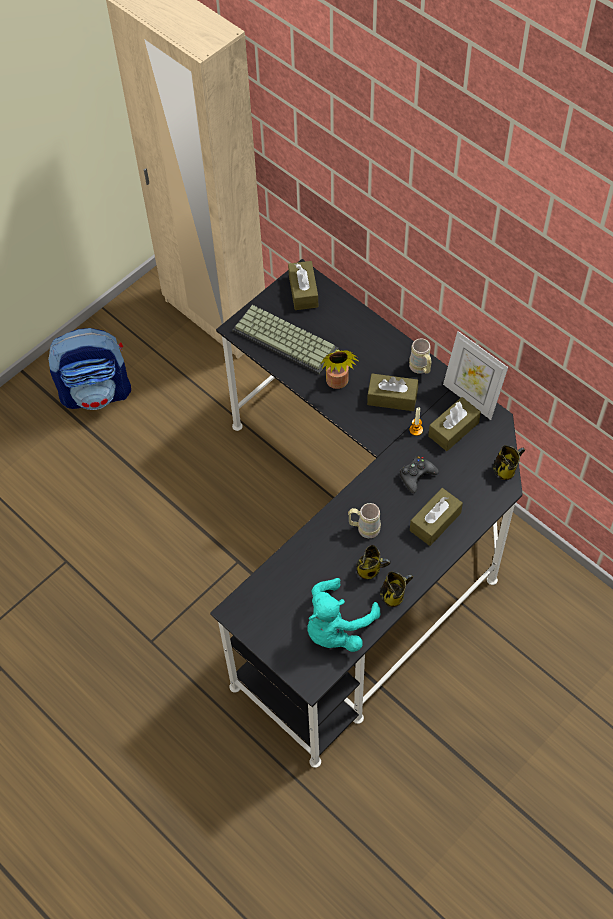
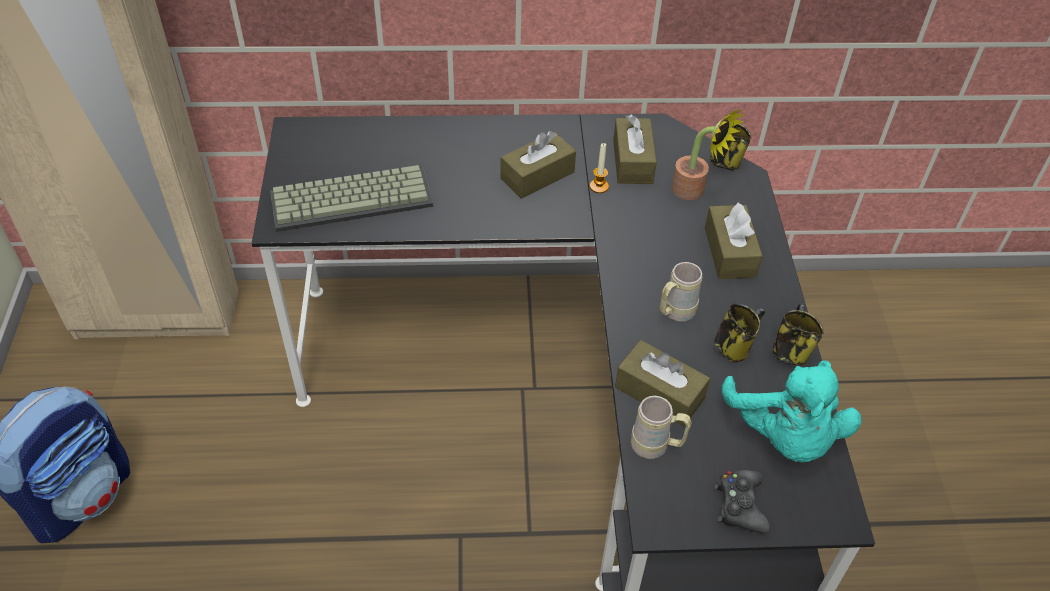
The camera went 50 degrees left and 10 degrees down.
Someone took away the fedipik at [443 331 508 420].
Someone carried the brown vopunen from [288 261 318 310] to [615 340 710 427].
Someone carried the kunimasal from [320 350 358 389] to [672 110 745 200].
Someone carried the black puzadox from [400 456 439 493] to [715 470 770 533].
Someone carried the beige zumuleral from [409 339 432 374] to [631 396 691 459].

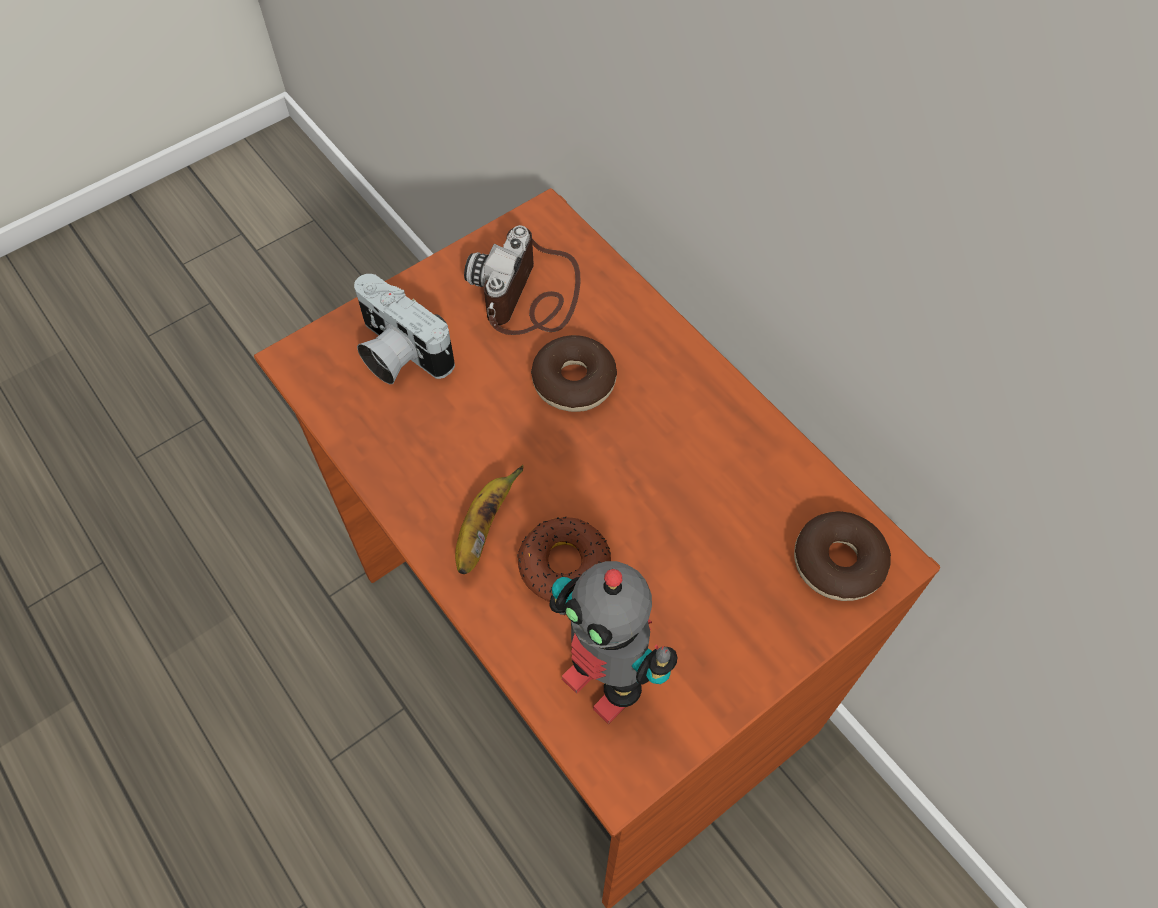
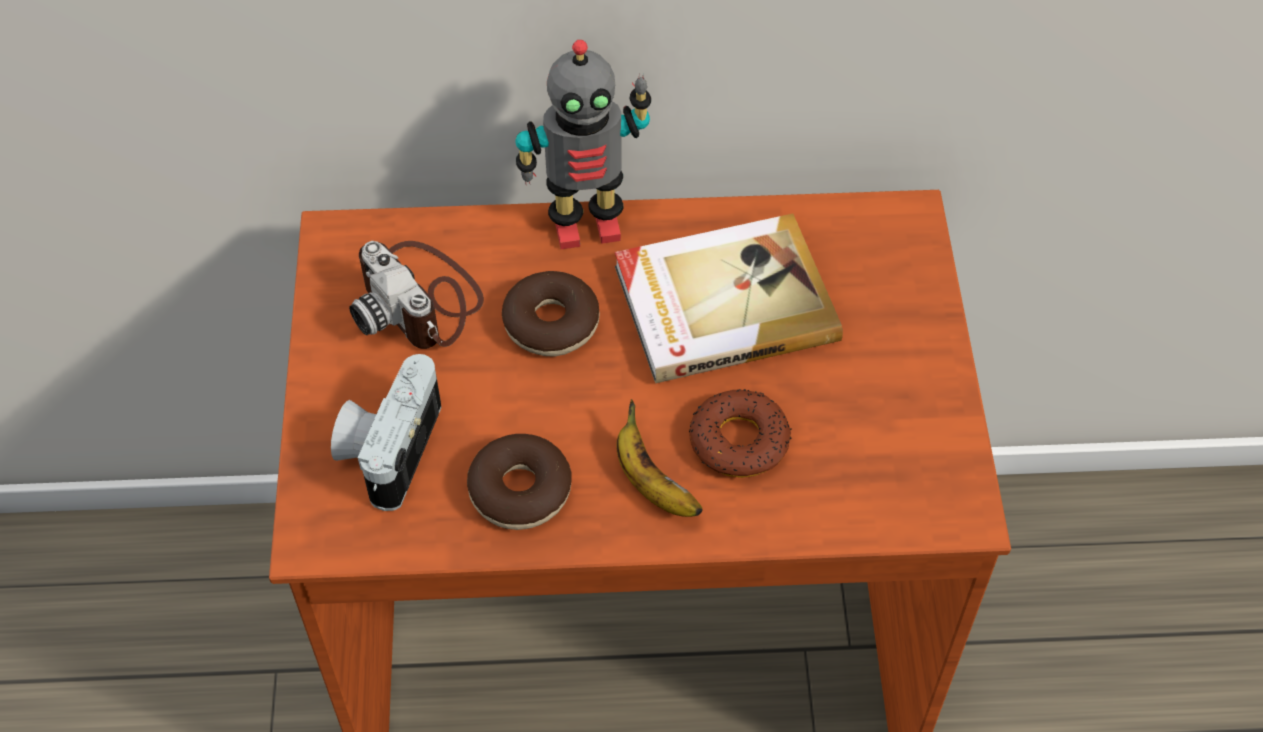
The camera went 55 degrees left and 5 degrees down.
Someone put down the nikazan at [615 213 843 383].
Someone carried the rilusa from [550 561 677 724] to [516 40 651 249].
Someone carried the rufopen from [794 511 891 601] to [467 434 572 530].
Someone rotated the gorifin at [354 274 455 384] by 120 degrees clockwise.

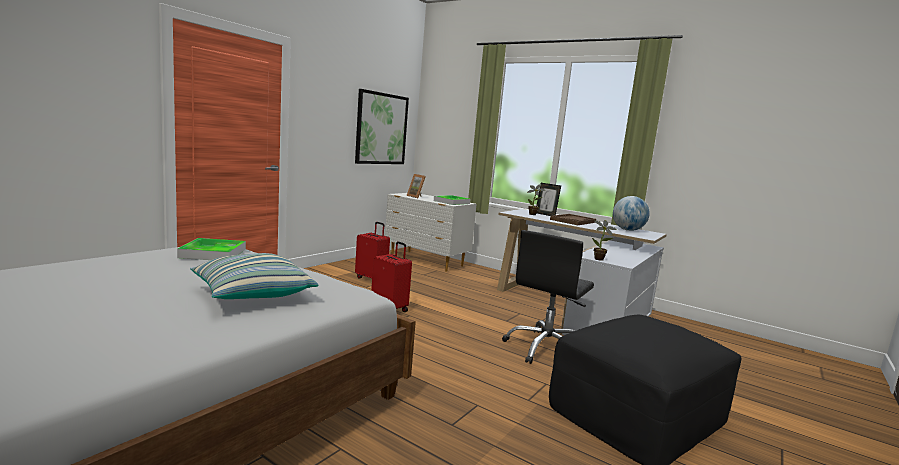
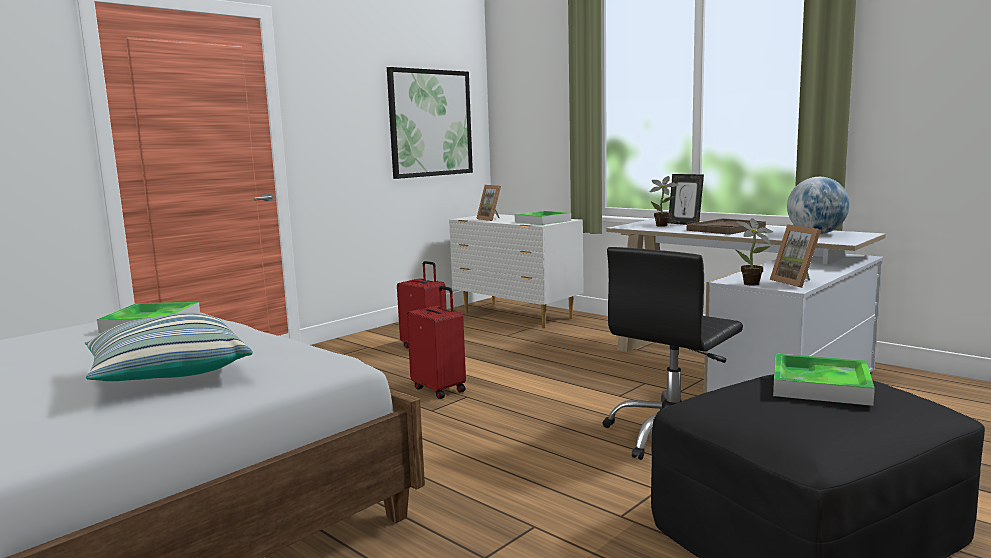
The camera went 10 degrees right and 0 degrees up.
Someone put down the fedipik at [770 224 821 288].
Someone put down the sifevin at [773 354 875 406].

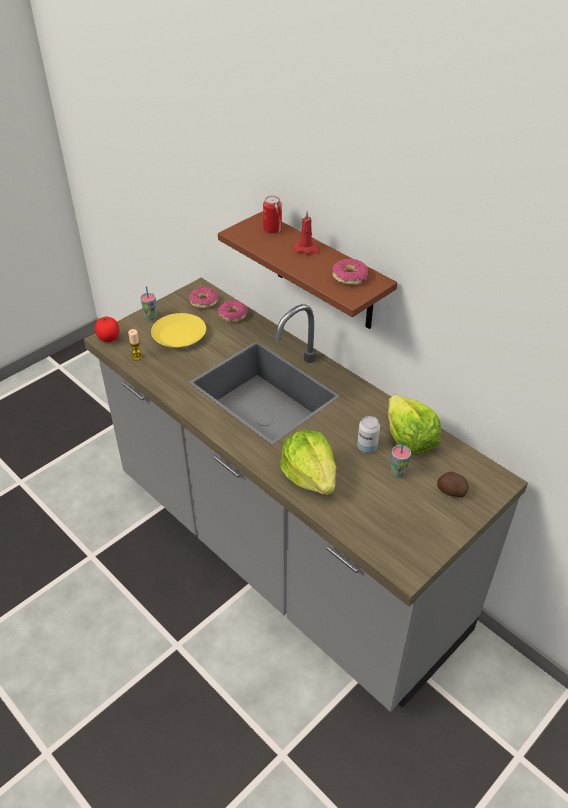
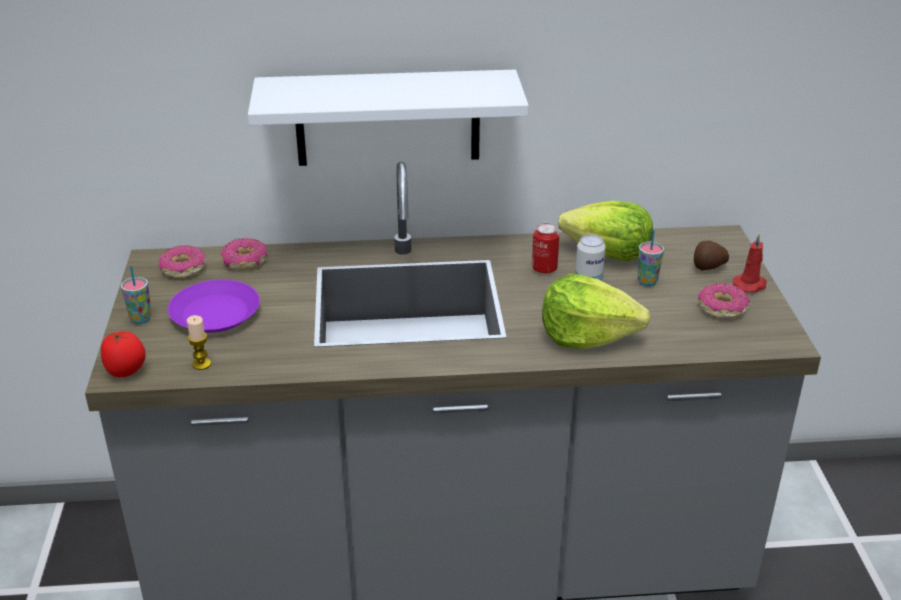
The camera went 50 degrees left and 10 degrees down.
Someone carried the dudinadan from [263 196 282 233] to [532 223 559 274].
Someone carried the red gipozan from [294 211 320 254] to [733 234 767 293].
Someone carried the rufopen from [332 259 368 285] to [698 283 750 318].
Someone repainted the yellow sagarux at [151 313 206 348], which became the purple sagarux at [168 280 260 333].
Someone repainted the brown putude at [218 211 397 329], which became the white putude at [248 70 529 166].

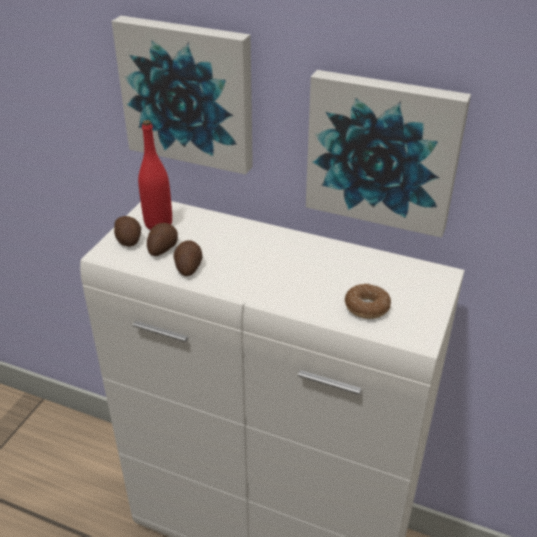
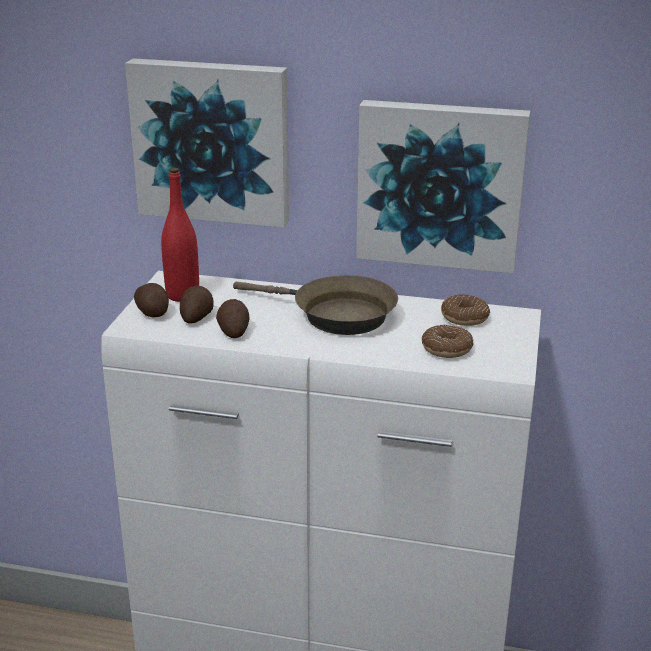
The camera went 10 degrees left and 10 degrees down.
Someone put down the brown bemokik at [233 275 398 335].
Someone put down the rufopen at [441 294 490 326].

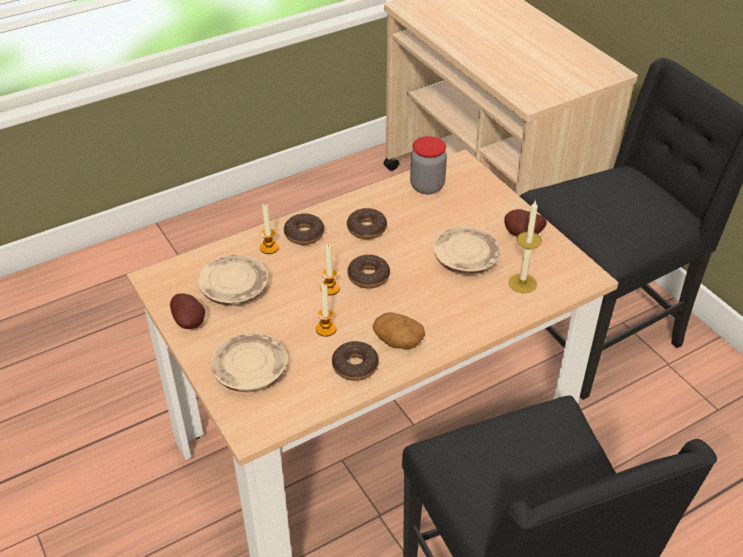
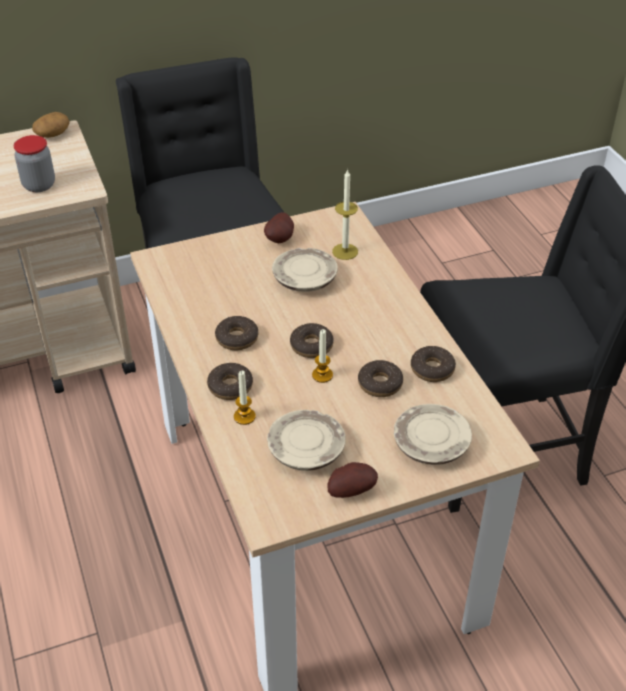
The camera went 80 degrees left and 0 degrees up.
Someone carried the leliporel from [373 312 425 349] to [32 112 70 138].
Someone carried the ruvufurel from [410 136 447 194] to [14 135 55 192].
Someone swapped the gipozan at [316 284 337 337] for the rufopen at [358 360 403 397].

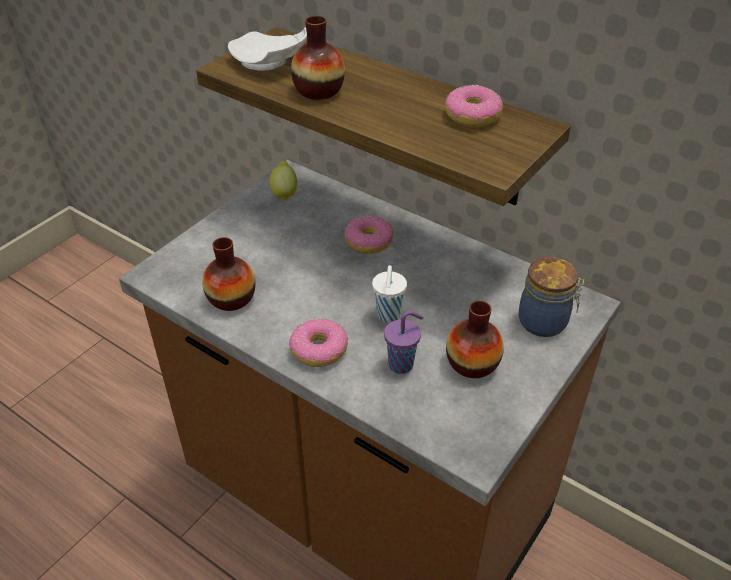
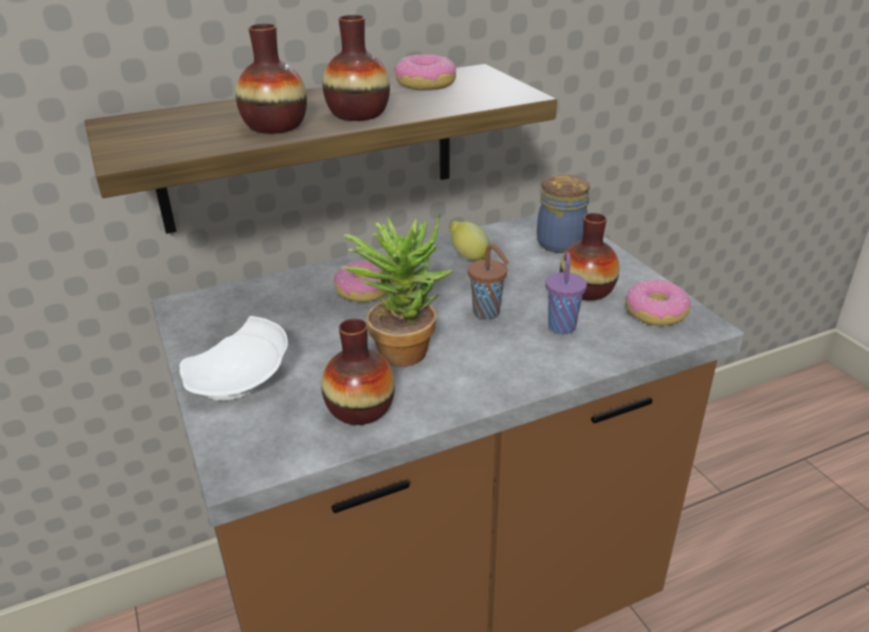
The camera went 60 degrees left and 10 degrees down.
Someone put down the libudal at [323 15 390 121].
Someone put down the kunimasal at [341 213 452 367].
Someone carried the white sagarux from [228 28 307 71] to [180 316 288 401].
Someone carried the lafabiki from [269 161 297 201] to [450 221 490 261].
Someone carried the rufopen from [289 319 348 367] to [626 279 691 326].
Someone repainted the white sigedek at [372 265 407 323], which became the brown sigedek at [468 244 509 320].

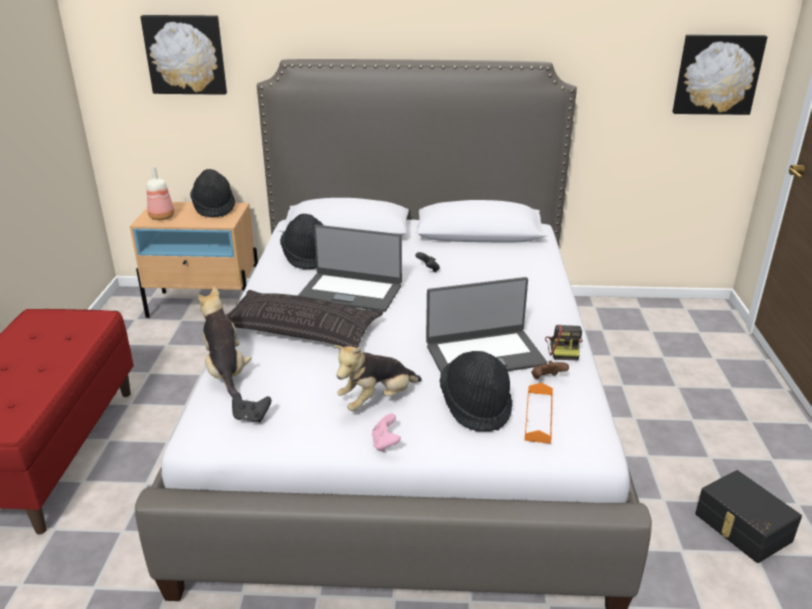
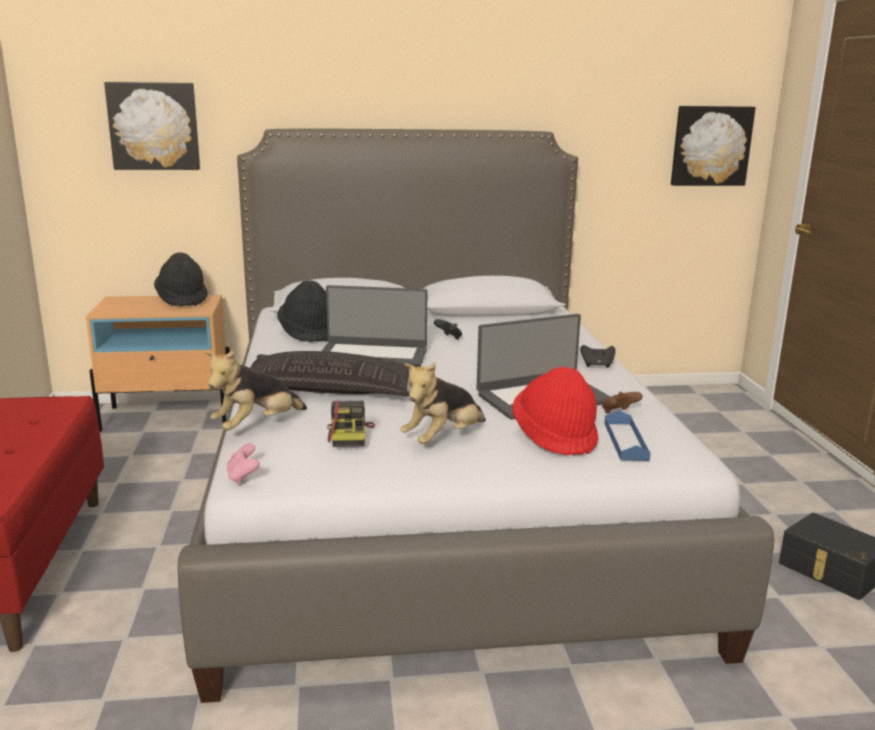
The camera went 10 degrees left and 10 degrees down.
Someone took away the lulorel at [147 166 175 220].
Someone carried the black puzadox from [232 392 271 423] to [580 345 616 368].
Someone carried the pink puzadox from [372 414 401 452] to [227 443 260 484].
Someone carried the gorifin from [545 325 582 361] to [327 401 375 447].
Someone repainted the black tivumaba at [440 351 512 432], which became the red tivumaba at [512 367 598 455].
Someone repainted the orange sifevin at [524 383 553 444], which became the blue sifevin at [604 410 651 461].
Someone rotated the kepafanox at [197 287 252 398] by 105 degrees counterclockwise.

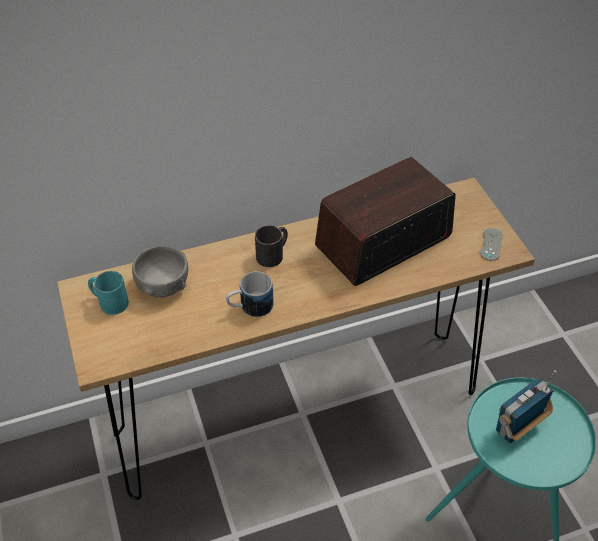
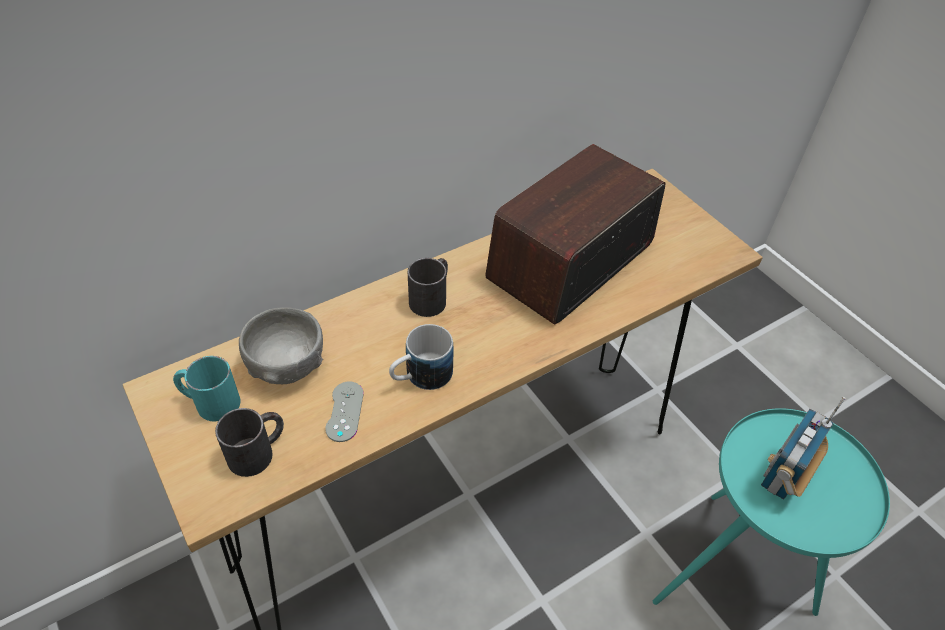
The camera went 15 degrees left and 0 degrees up.
Someone put down the black zumuleral at [215 408 284 477].
Someone carried the grey puzadox from [480 228 503 261] to [325 381 364 442].

